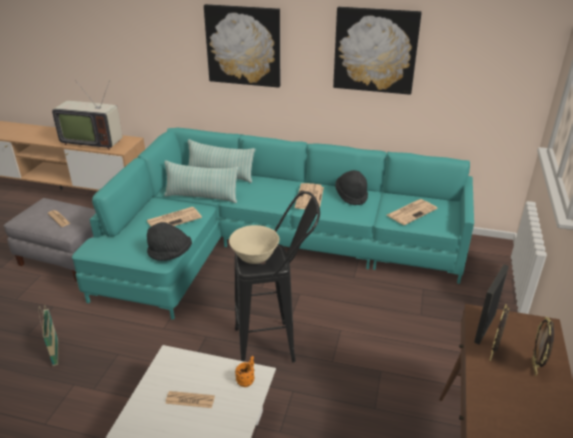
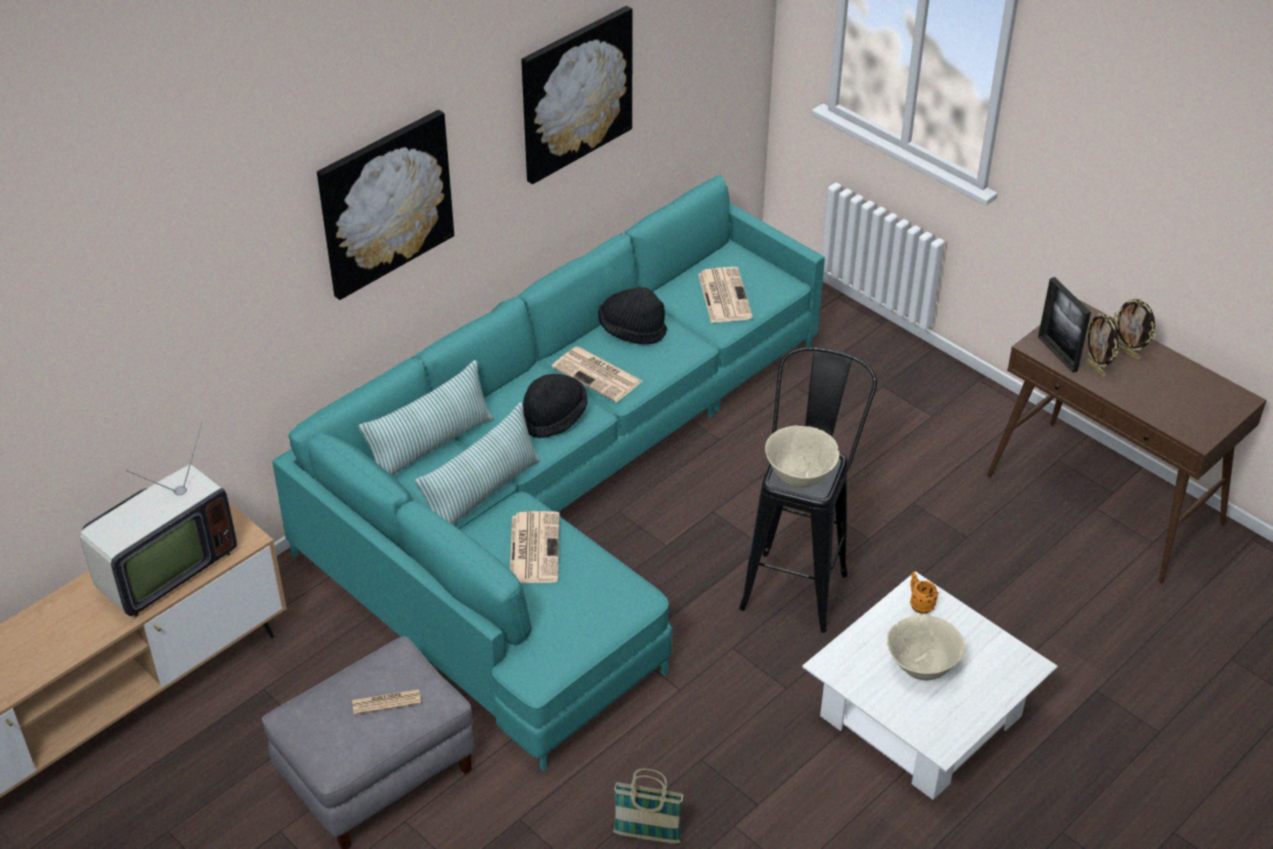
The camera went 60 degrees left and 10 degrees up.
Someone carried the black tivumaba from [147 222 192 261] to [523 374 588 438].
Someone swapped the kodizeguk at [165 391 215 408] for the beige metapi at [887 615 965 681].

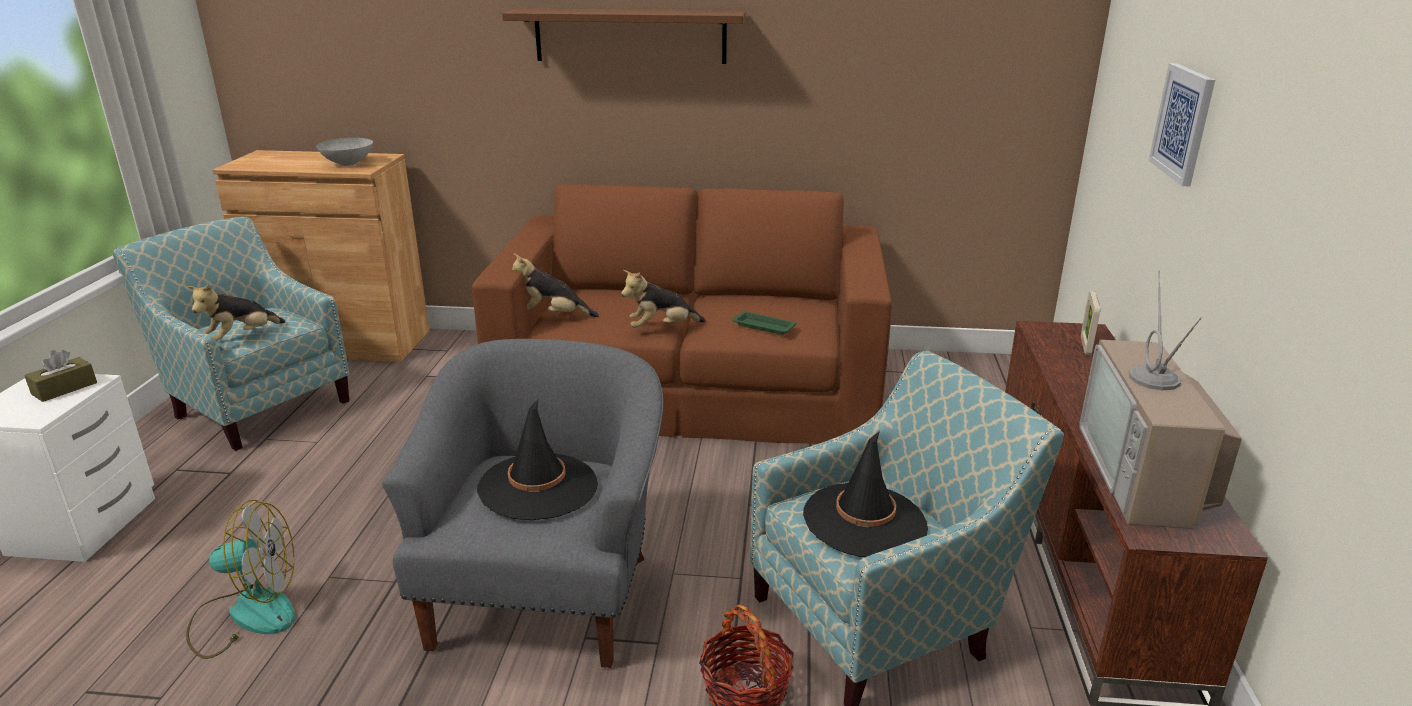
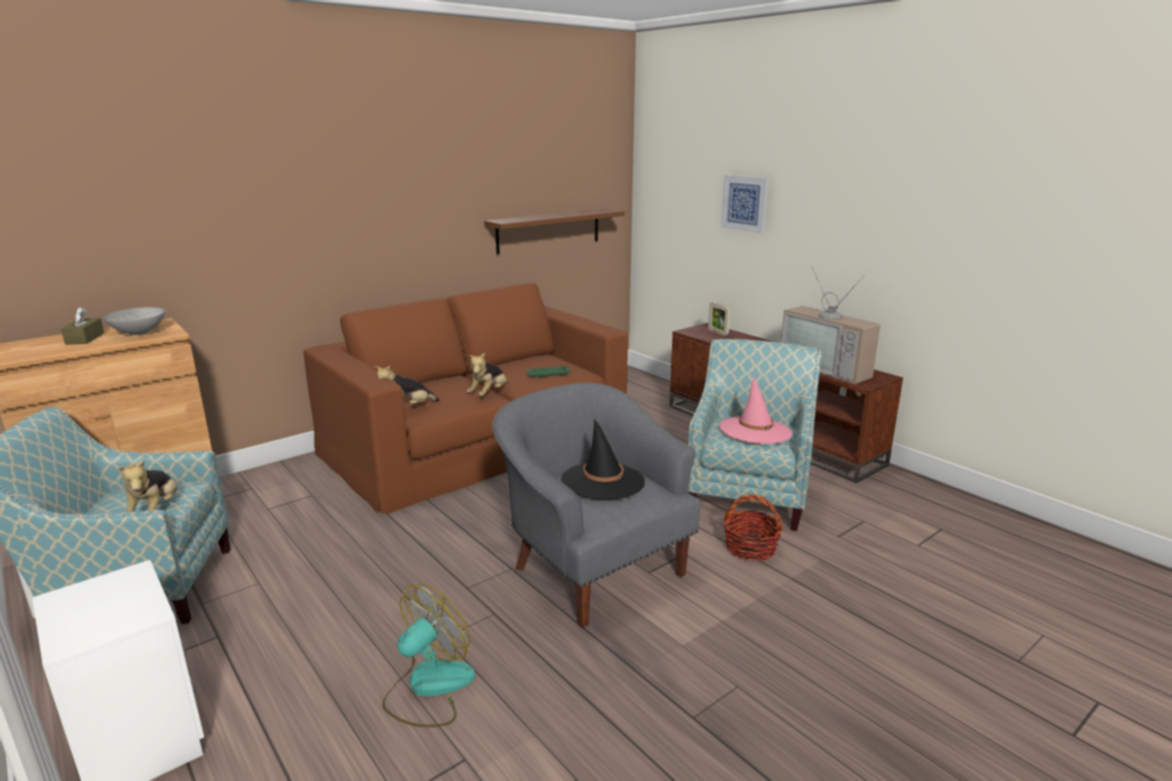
The camera went 45 degrees left and 5 degrees down.
Someone carried the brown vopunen from [24 350 97 402] to [61 307 104 345].
Someone carried the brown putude from [502 8 746 64] to [484 209 625 254].
Someone repainted the black tivumaba at [803 431 928 557], which became the pink tivumaba at [720 377 792 444].

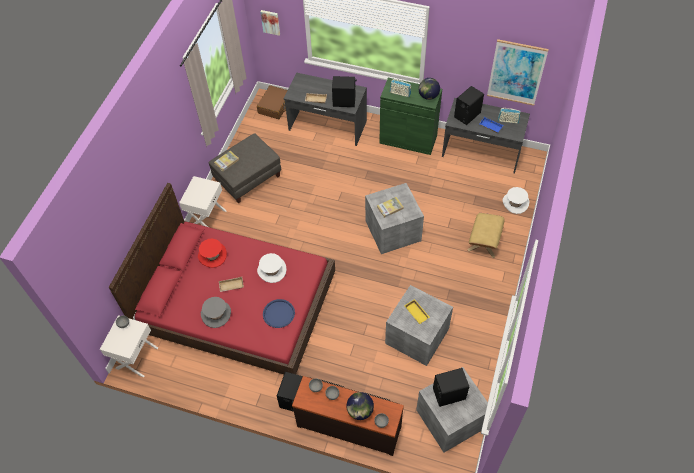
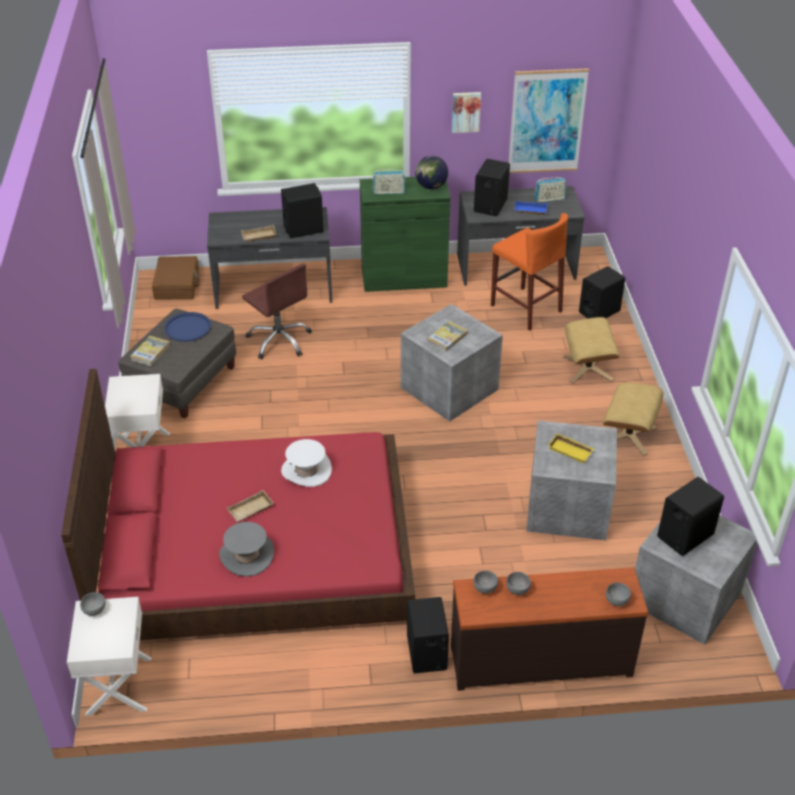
The camera went 25 degrees left and 15 degrees down.
Someone took away the red tivumaba at [198 238 227 268].
Someone took away the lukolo at [346 392 374 420].
Someone put down the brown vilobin at [242 264 312 359].
Someone put down the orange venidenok at [491 213 568 331].
Someone put down the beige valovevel at [603 382 663 456].
Someone carried the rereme from [260 10 280 36] to [452 92 481 133].
Someone carried the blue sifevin from [263 299 295 328] to [164 312 211 342].
Someone swapped the white tivumaba at [503 187 529 214] for the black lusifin at [579 266 625 319].

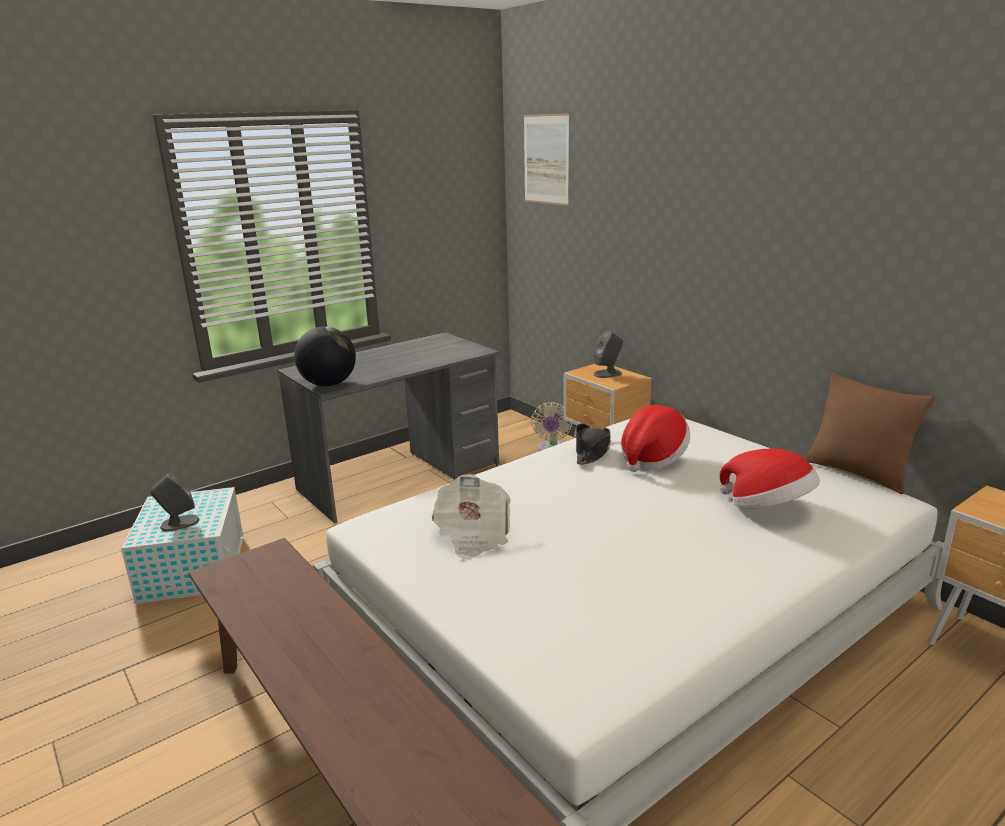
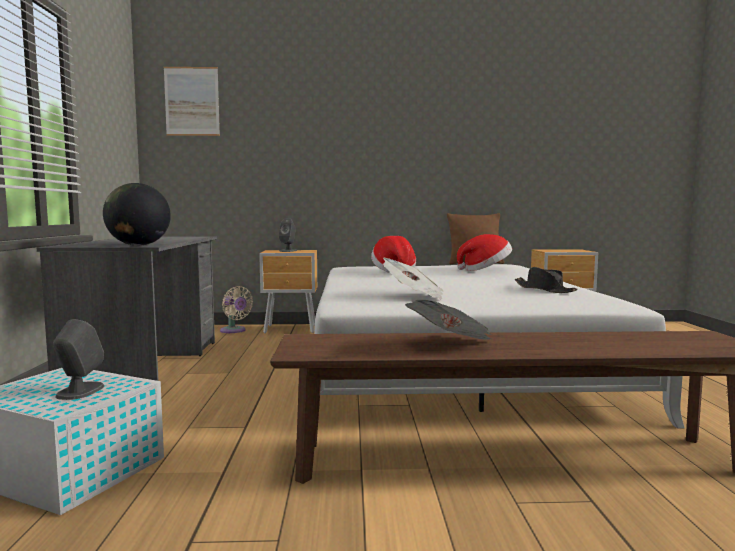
The camera went 55 degrees left and 15 degrees down.
Someone put down the kodizeguk at [405 300 492 340].
Someone carried the black tivumaba from [576 424 610 465] to [514 267 578 293].

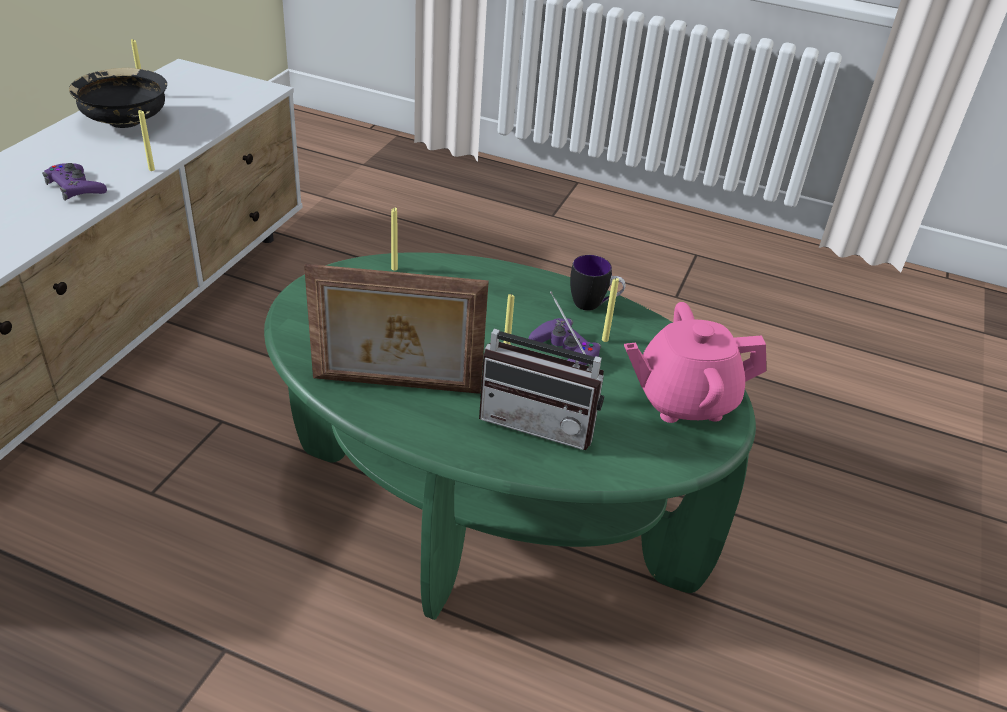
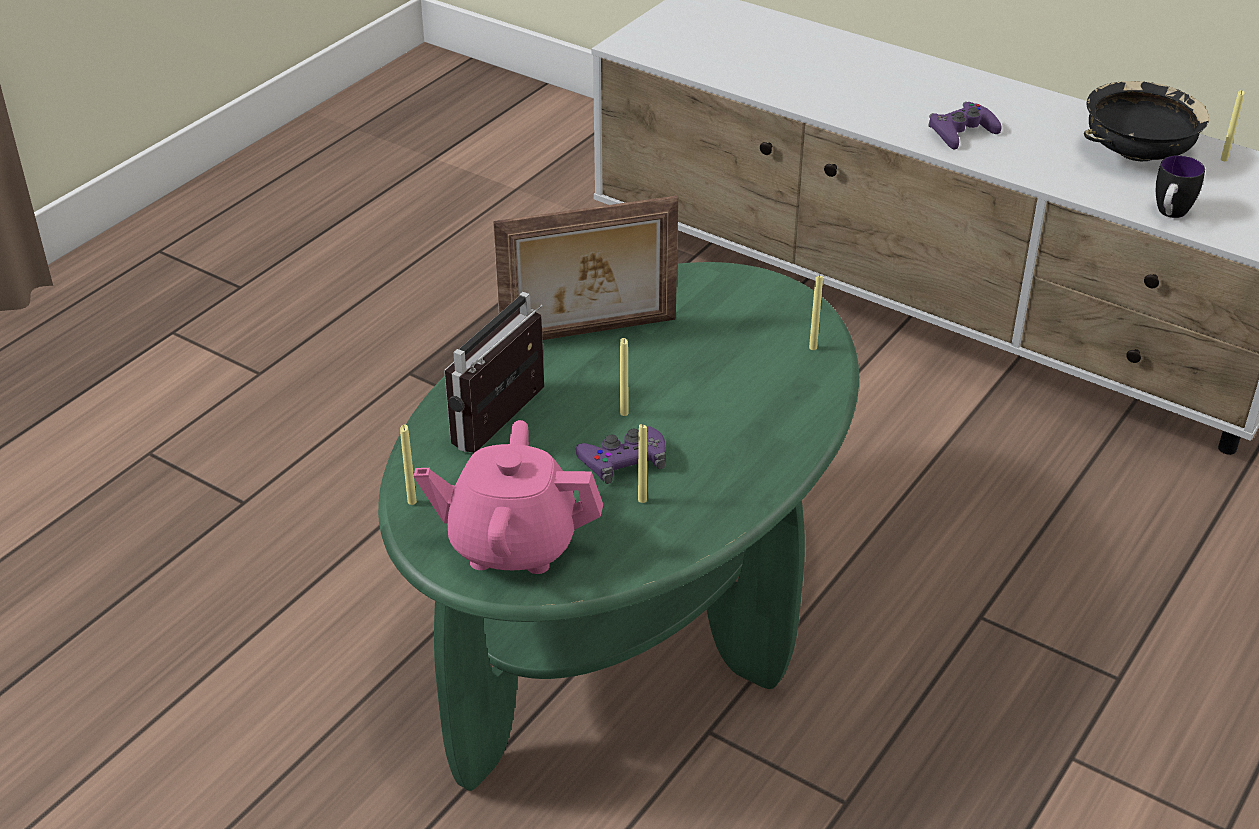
The camera went 105 degrees right and 0 degrees up.
Someone carried the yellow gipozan from [138 110 155 171] to [400 424 417 505].
Someone carried the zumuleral from [570 255 626 311] to [1156 155 1205 218].
Someone rotated the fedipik at [304 264 489 394] by 120 degrees counterclockwise.
Someone rotated the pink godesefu at [624 302 766 423] by 90 degrees counterclockwise.

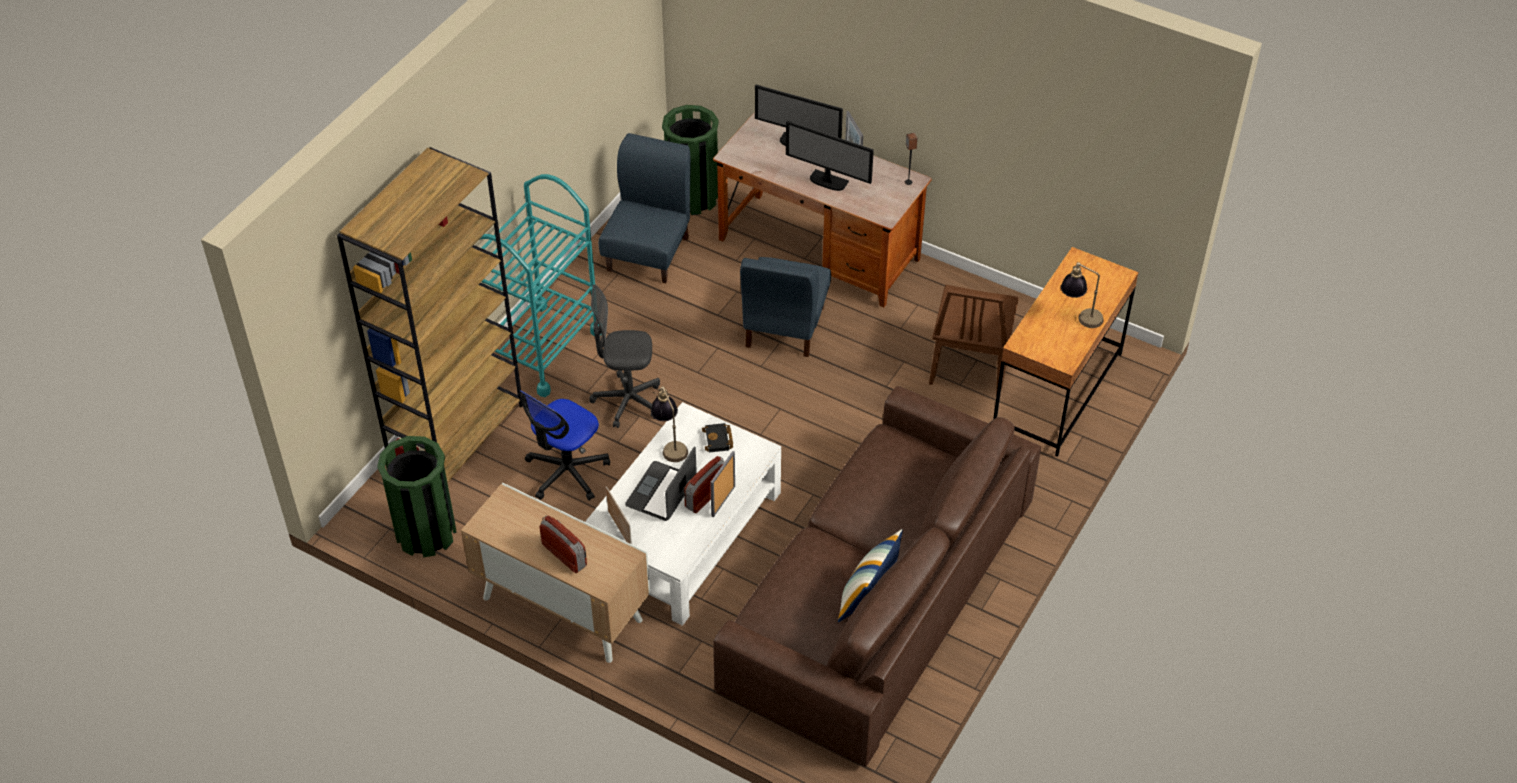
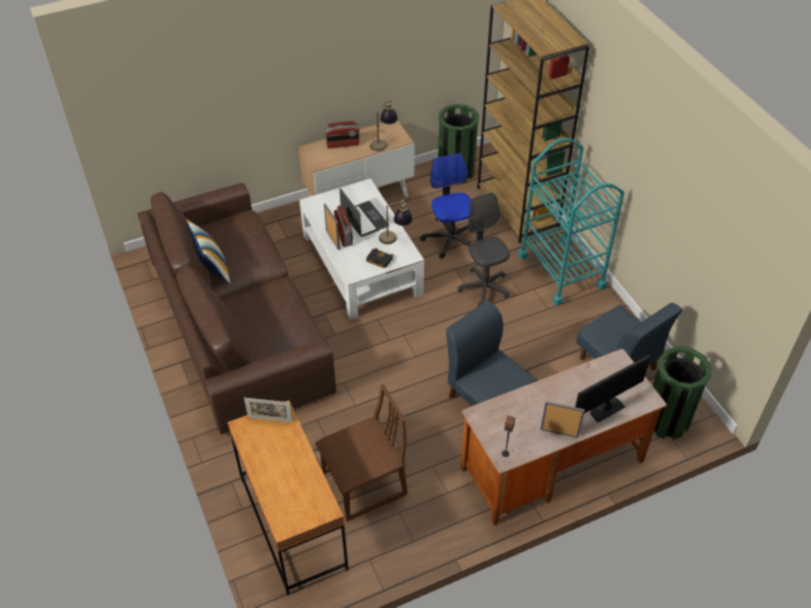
The camera went 125 degrees right and 0 degrees up.
Someone took away the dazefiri at [786 120 874 191].
Someone carried the fedipik from [606 486 632 544] to [244 398 293 422].
Someone carried the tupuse from [1061 262 1104 328] to [370 98 398 151].
Someone rotated the grey vilobin at [589 285 660 428] by 60 degrees counterclockwise.
Someone rotated the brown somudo at [929 285 1019 396] by 105 degrees clockwise.

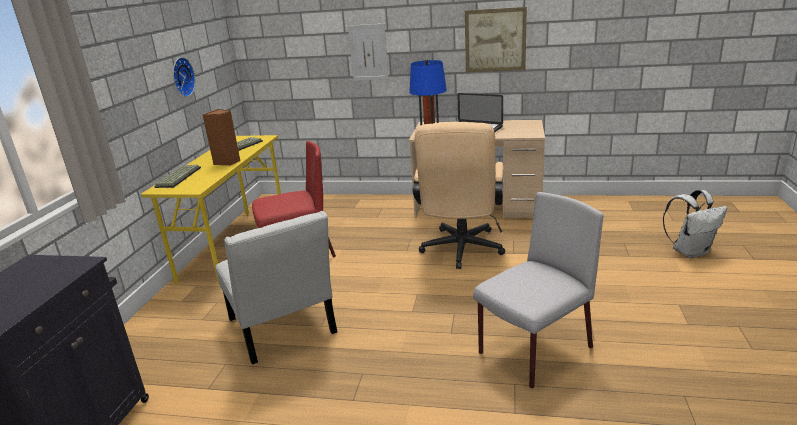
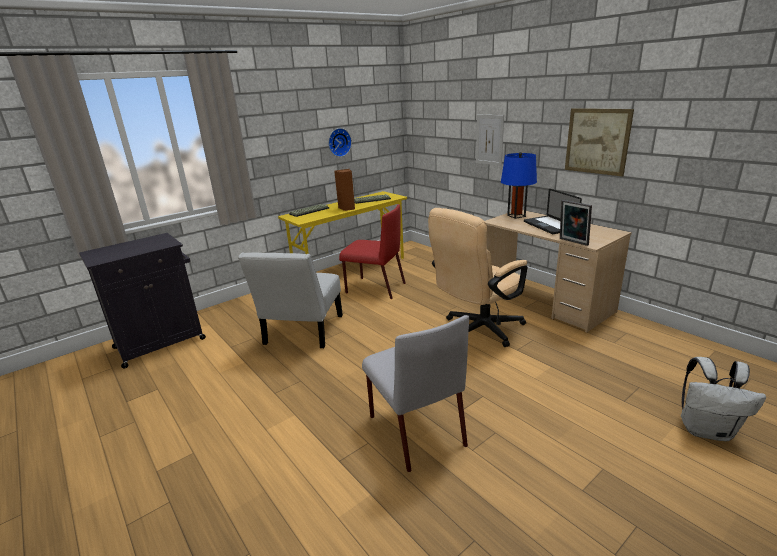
The camera went 40 degrees right and 0 degrees up.
Someone put down the fedipik at [560 200 592 246].
Someone rotated the grey somudo at [473 192 604 388] by 60 degrees clockwise.

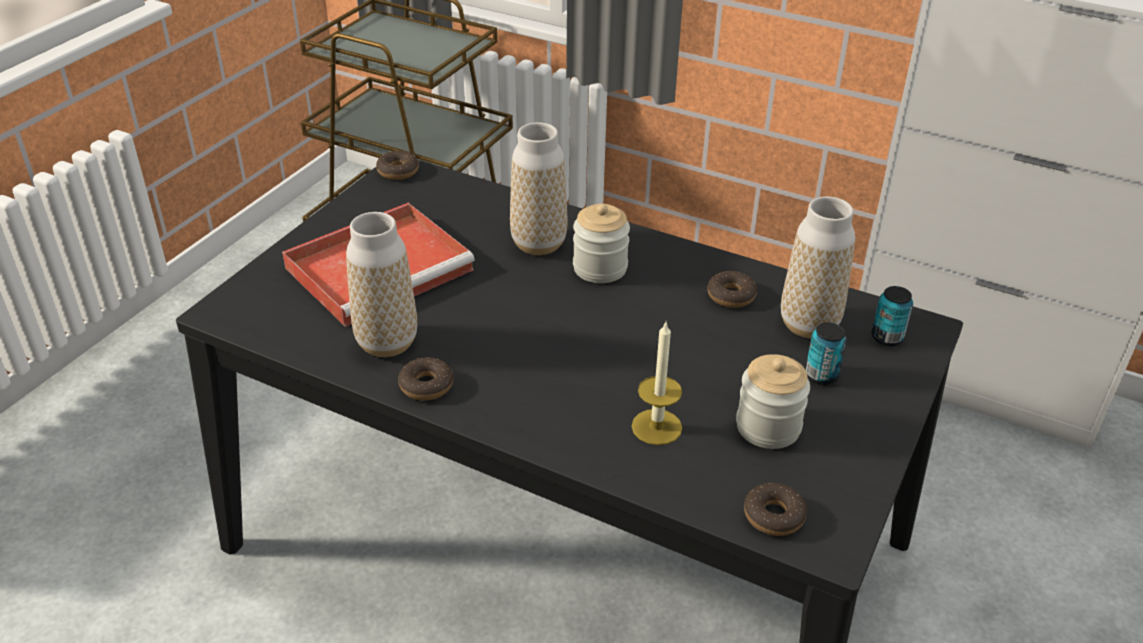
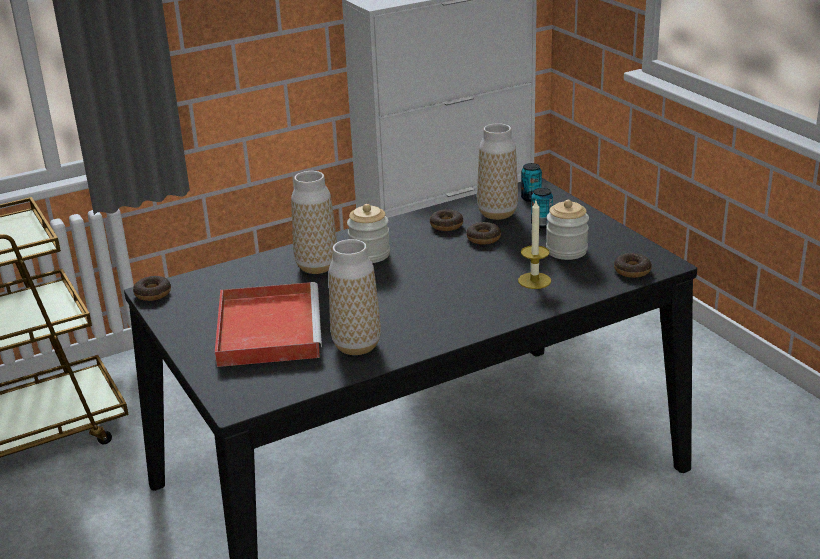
The camera went 55 degrees left and 10 degrees down.
Someone carried the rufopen from [398 357 453 401] to [466 222 501 245].

